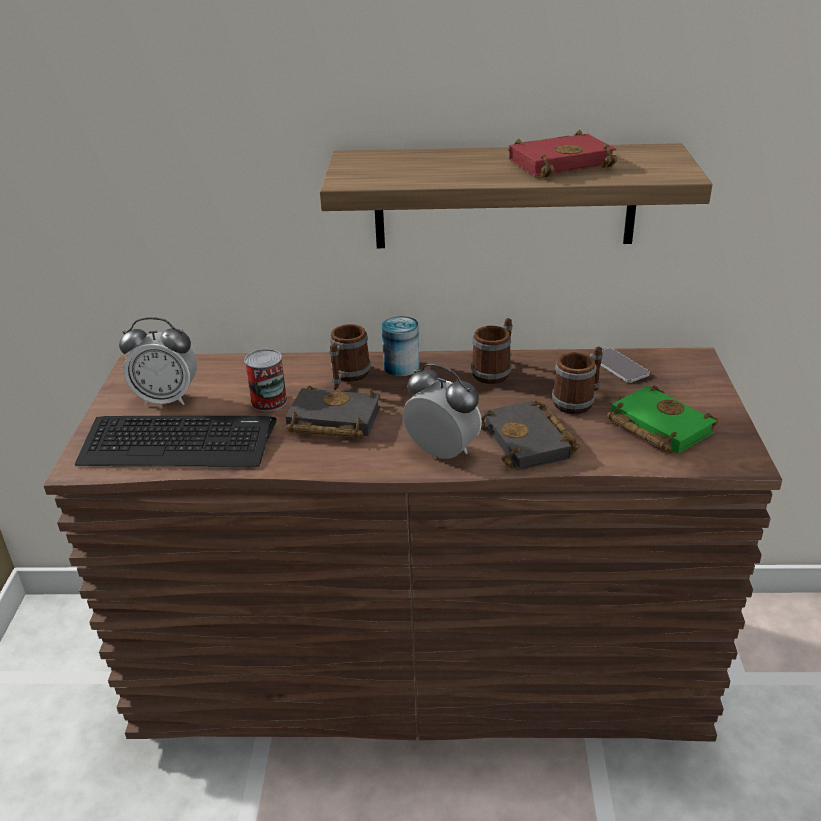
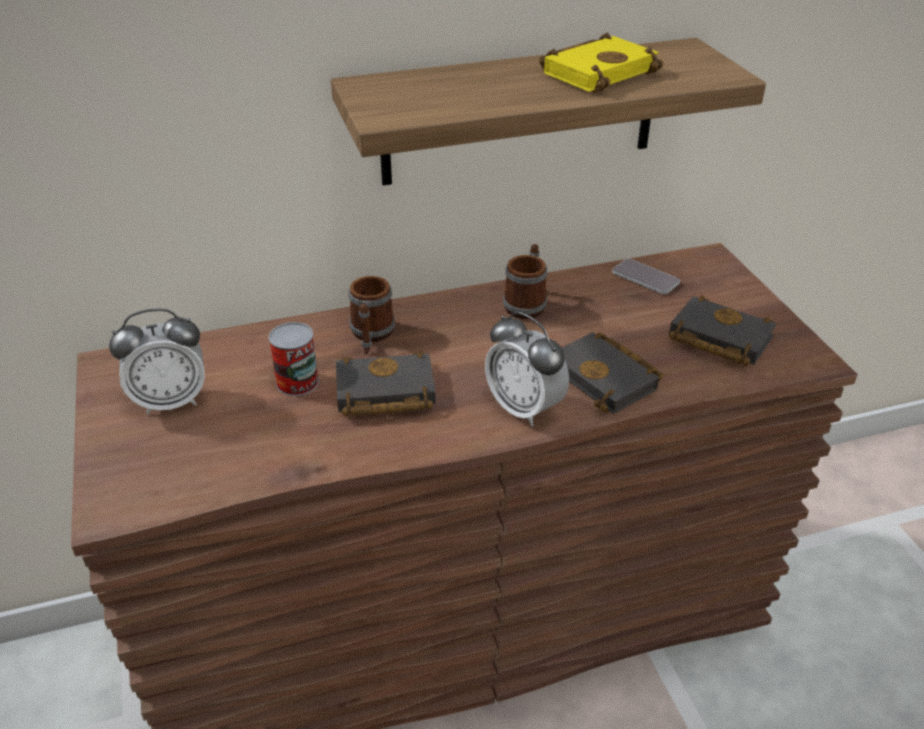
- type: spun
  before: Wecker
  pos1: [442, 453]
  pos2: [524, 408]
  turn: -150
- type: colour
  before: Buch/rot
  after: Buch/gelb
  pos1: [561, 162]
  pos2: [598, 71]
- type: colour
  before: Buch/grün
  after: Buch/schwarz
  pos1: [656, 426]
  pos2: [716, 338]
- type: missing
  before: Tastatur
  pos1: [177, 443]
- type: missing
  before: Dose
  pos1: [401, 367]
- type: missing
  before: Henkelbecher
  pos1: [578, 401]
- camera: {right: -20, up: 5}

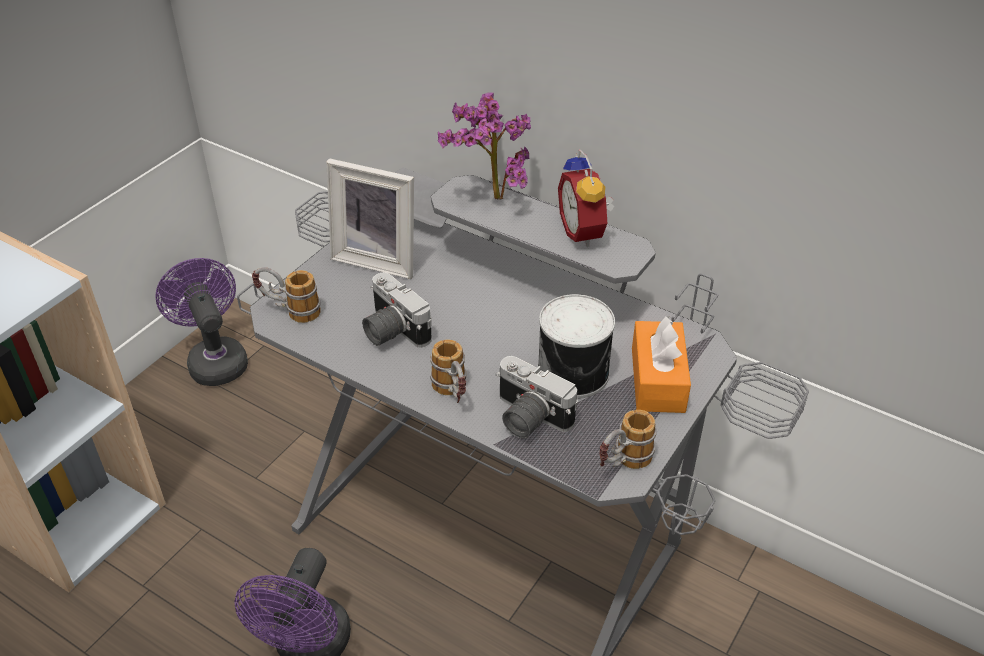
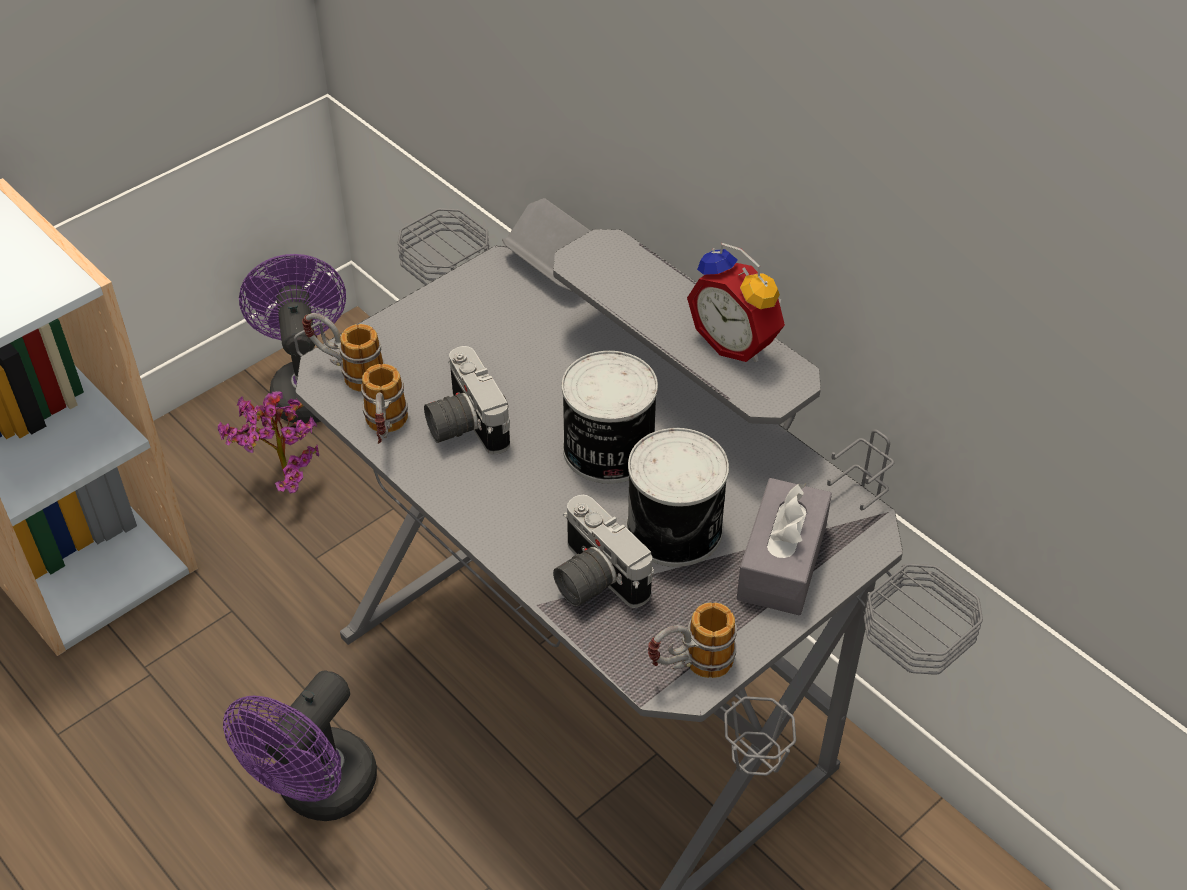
- type: relocated
  before: Topfpflanze
  pos1: [489, 197]
  pos2: [283, 483]
- type: relocated
  before: Henkelbecher
  pos1: [453, 395]
  pos2: [386, 433]
- type: appeared
  after: Dose
  pos2: [607, 450]
- type: spun
  before: Wecker
  pos1: [585, 232]
  pos2: [737, 342]
  turn: -45
- type: colour
  before: Taschentuchbox/orange
  after: Taschentuchbox/grau
  pos1: [657, 380]
  pos2: [782, 562]
- type: missing
  before: Bilderrahmen
  pos1: [378, 258]
- camera: {right: 15, up: 5}

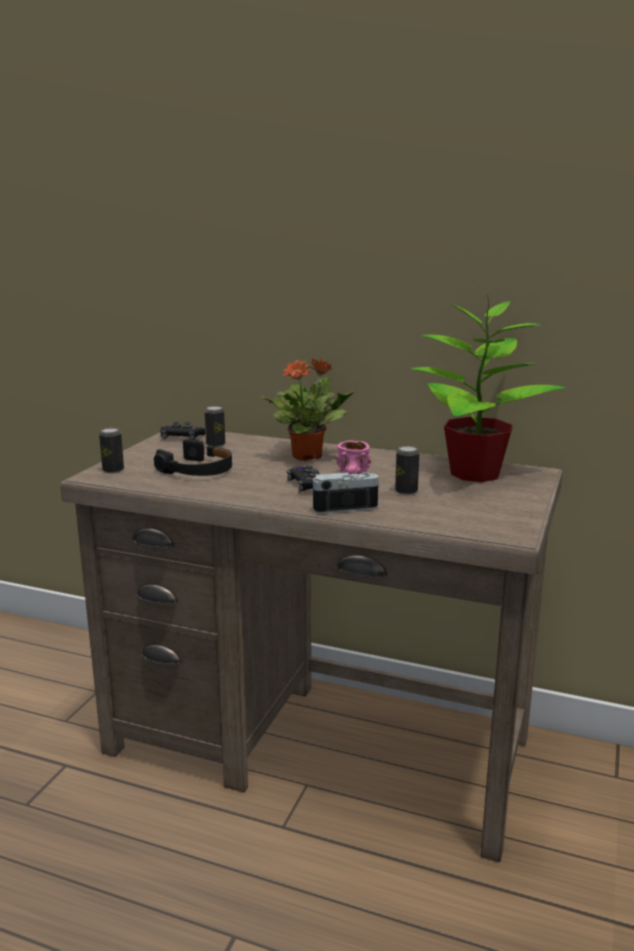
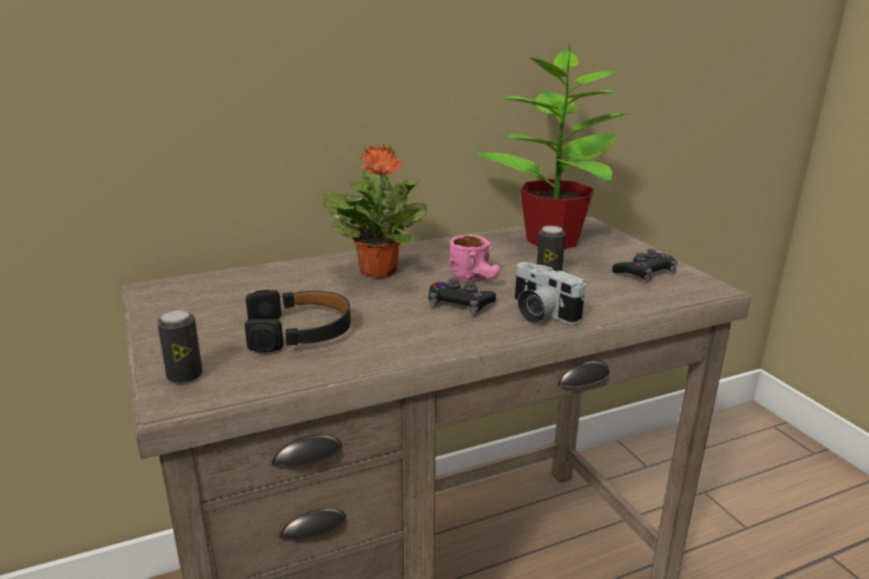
- type: spun
  before: Kamera
  pos1: [343, 506]
  pos2: [540, 313]
  turn: -75
- type: relocated
  before: Gamepad/schwarz
  pos1: [182, 437]
  pos2: [645, 272]
- type: missing
  before: Dose
  pos1: [215, 444]
- camera: {right: -45, up: 5}

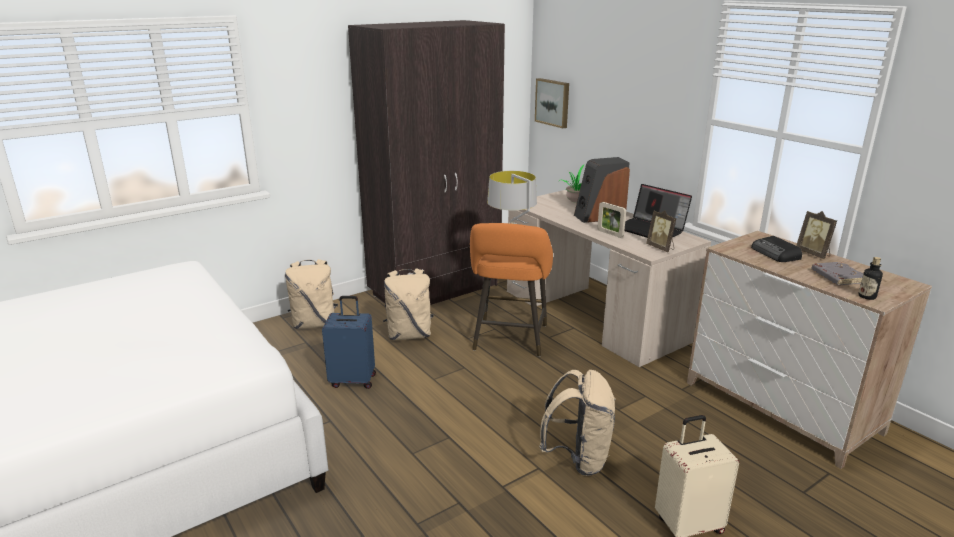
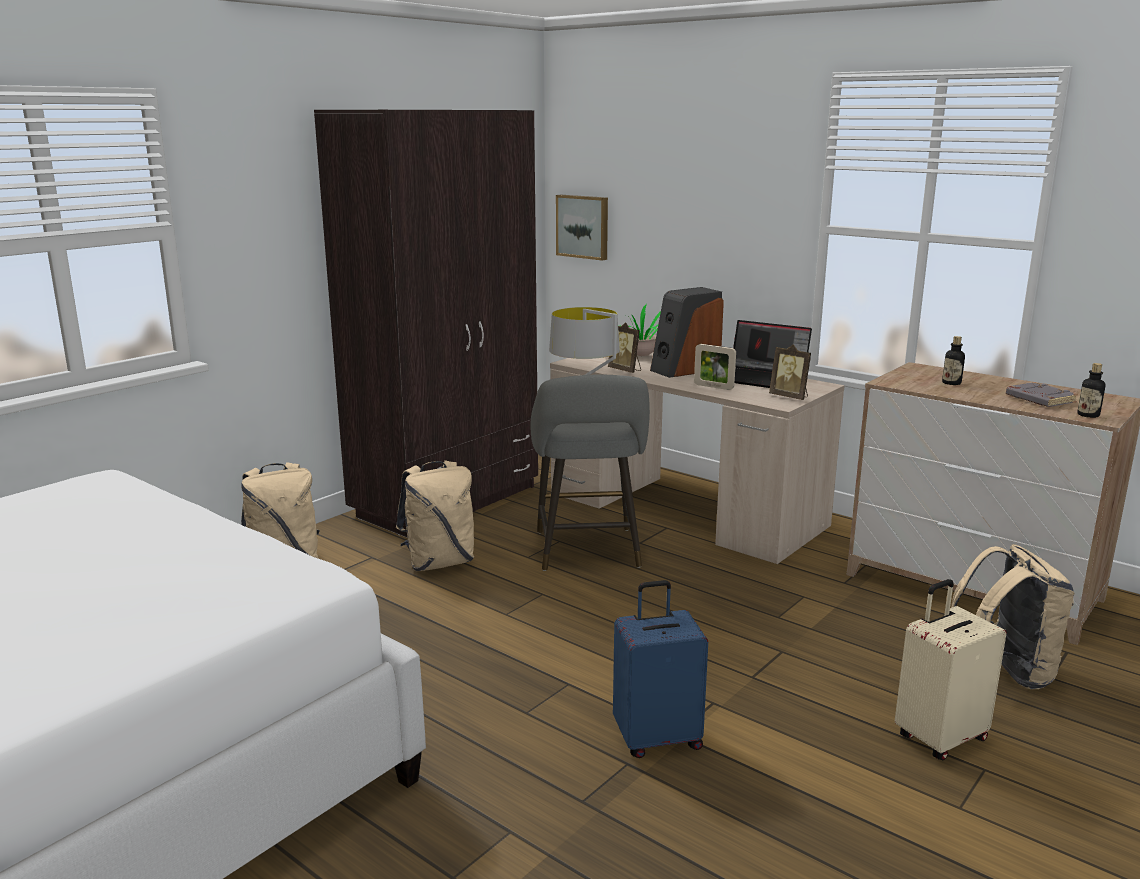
- type: colour
  before: Hocker/orange
  after: Hocker/grau
  pos1: [509, 340]
  pos2: [588, 552]
- type: relocated
  before: Bilderrahmen
  pos1: [813, 254]
  pos2: [625, 370]
- type: relocated
  before: Koffer/blau
  pos1: [353, 380]
  pos2: [657, 738]
- type: exchanged
  before: Radio
  after: Flasche
  pos1: [776, 254]
  pos2: [951, 383]
- type: relocated
  before: Rucksack/beige
  pos1: [578, 458]
  pos2: [1005, 672]
- camera: {right: -15, up: -5}

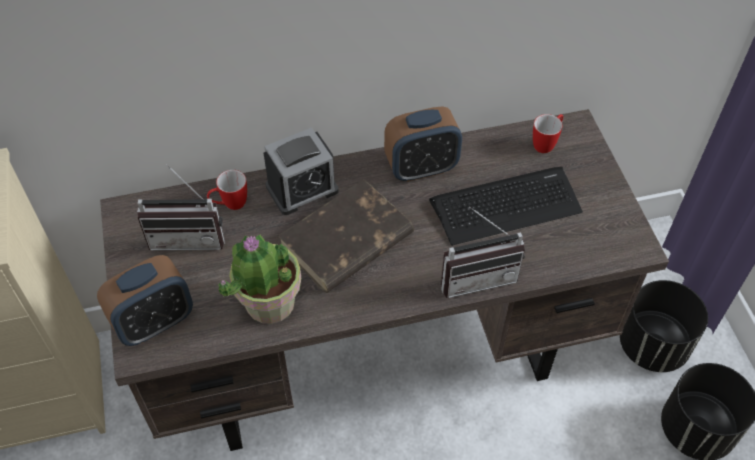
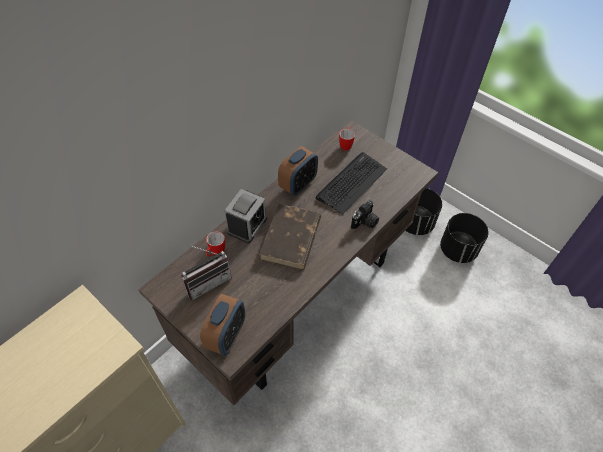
- type: exchanged
  before: Radio
  after: Kamera
  pos1: [477, 276]
  pos2: [365, 222]
- type: missing
  before: Topfpflanze
  pos1: [269, 303]
- camera: {right: -35, up: 0}

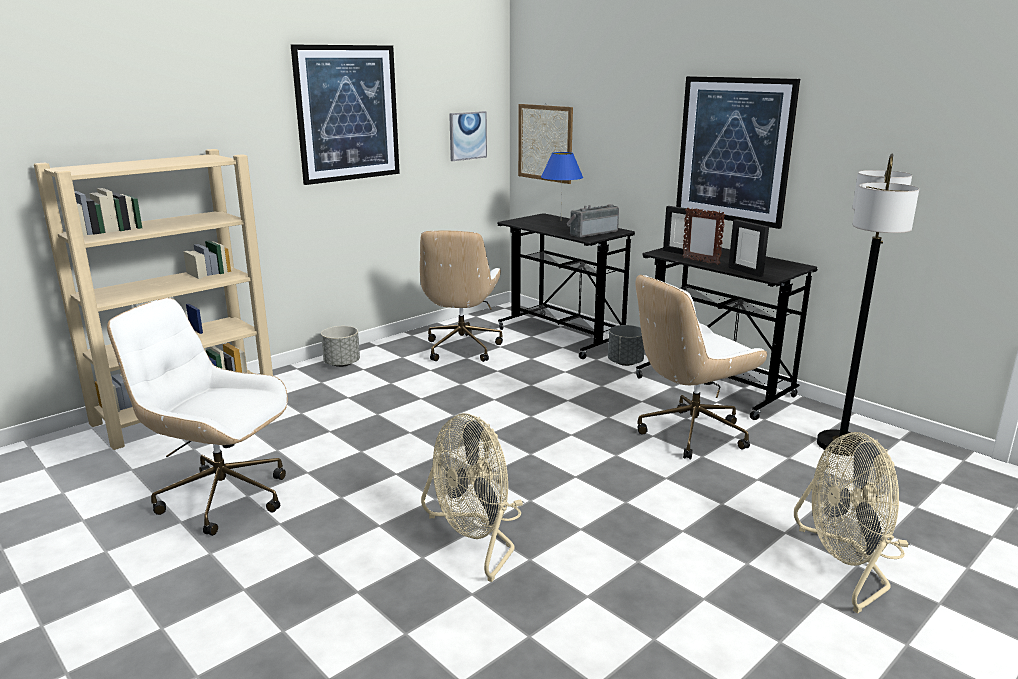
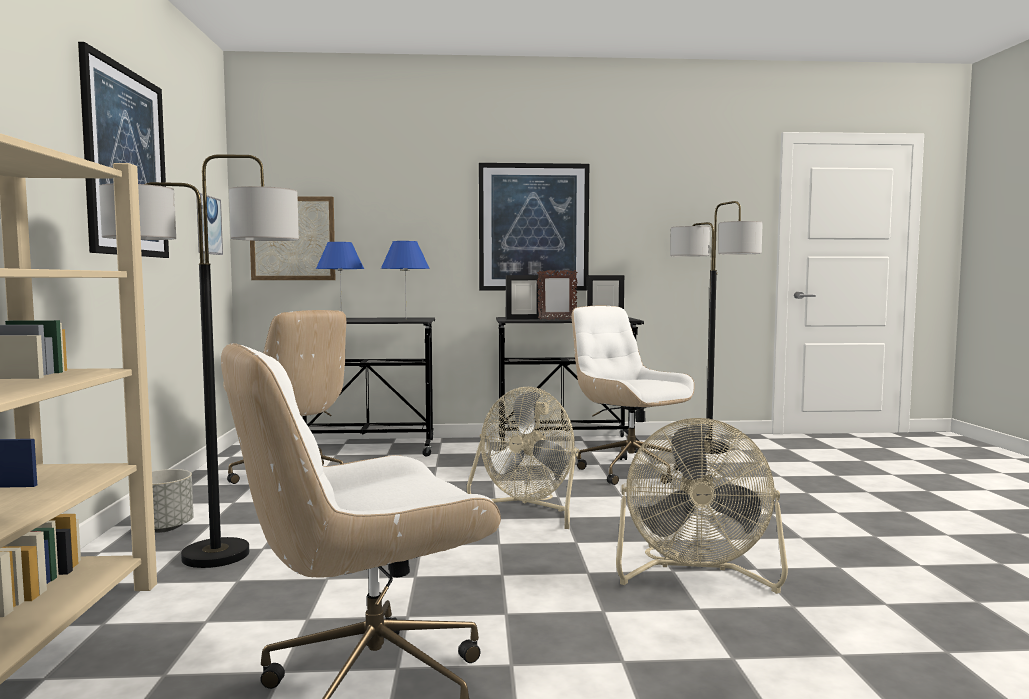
- type: appeared
  after: Stehlampe
  pos2: [215, 555]
- type: exchanged
  before: Radio
  after: Tischlampe/blau
  pos1: [592, 233]
  pos2: [405, 319]
- type: relocated
  before: Ventilator/beige
  pos1: [850, 564]
  pos2: [529, 510]
- type: spun
  before: Bürostuhl/weiß
  pos1: [689, 435]
  pos2: [628, 471]
  turn: 135
- type: missing
  before: Pflanzkübel/grau
  pos1: [625, 363]
- camera: {right: -50, up: -15}

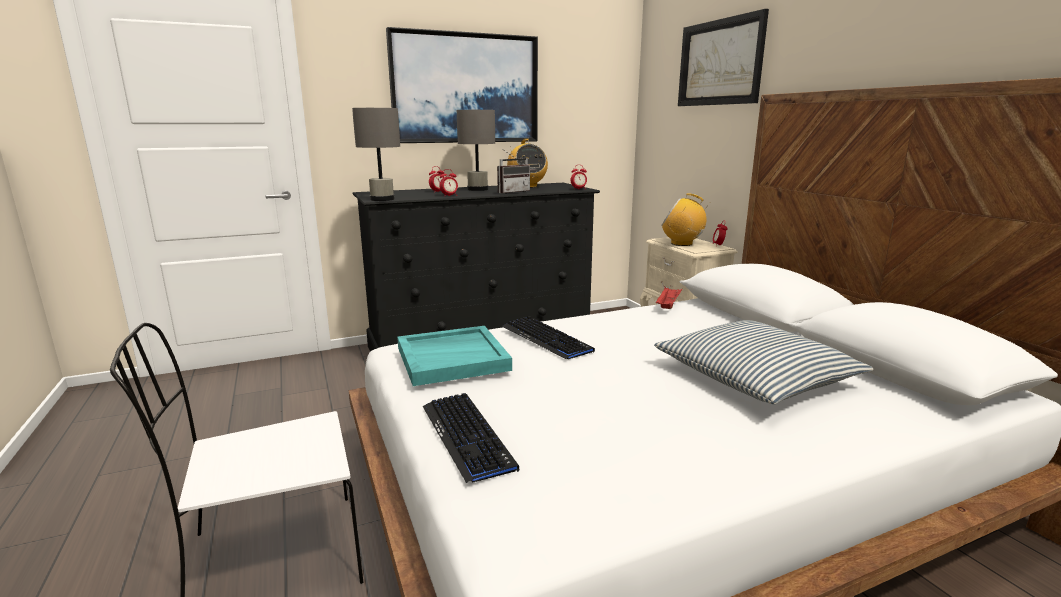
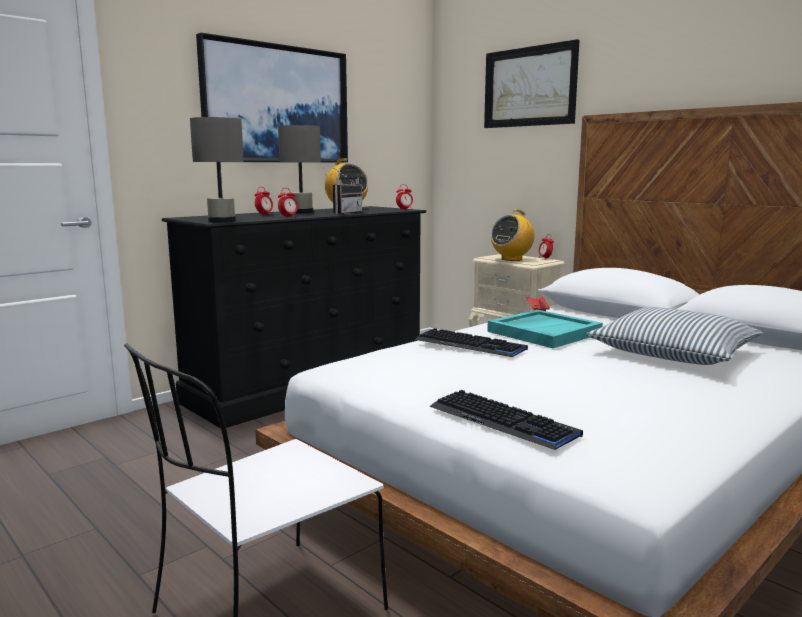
- type: relocated
  before: Tablett/türkis
  pos1: [453, 358]
  pos2: [544, 332]
- type: spun
  before: Radio
  pos1: [682, 243]
  pos2: [511, 259]
  turn: -45
- camera: {right: -20, up: -5}

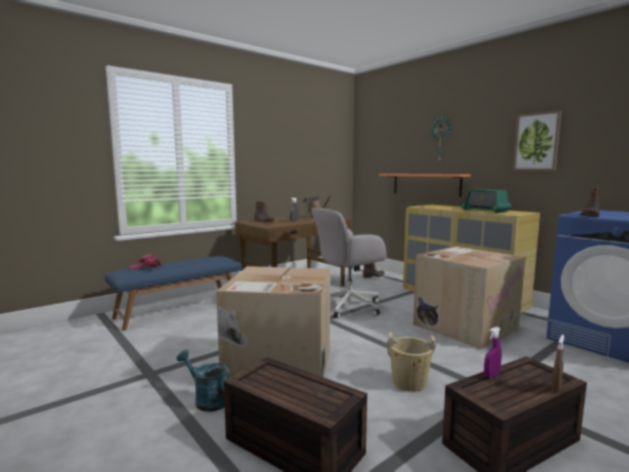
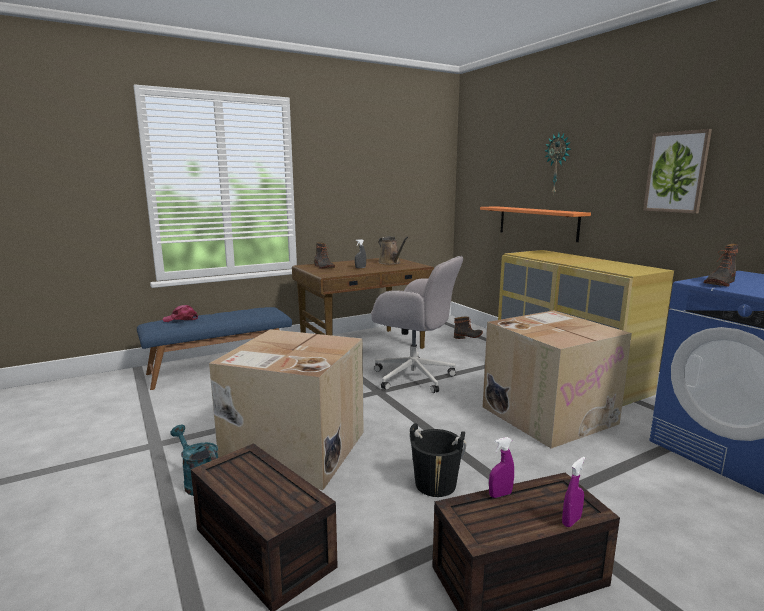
- type: spun
  before: Bürostuhl/grau
  pos1: [348, 307]
  pos2: [414, 377]
  turn: -135
- type: colour
  before: Eimer/beige
  after: Eimer/schwarz
  pos1: [409, 382]
  pos2: [435, 484]
- type: colour
  before: Sprühflasche/braun
  after: Sprühflasche/lila
  pos1: [556, 388]
  pos2: [571, 521]
- type: missing
  before: Radio
  pos1: [484, 210]
- camera: {right: 10, up: 5}

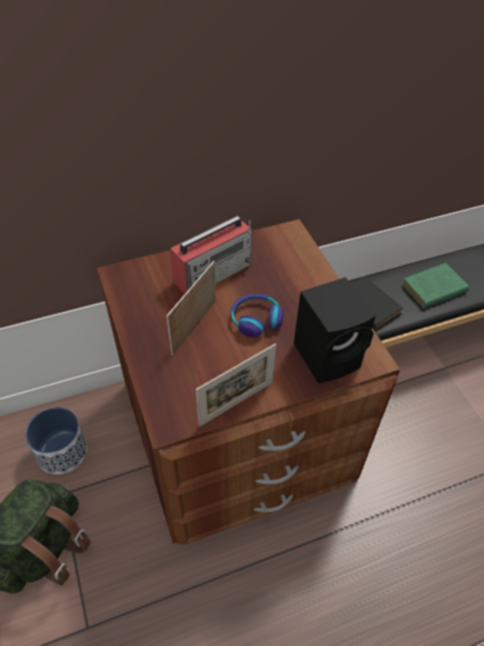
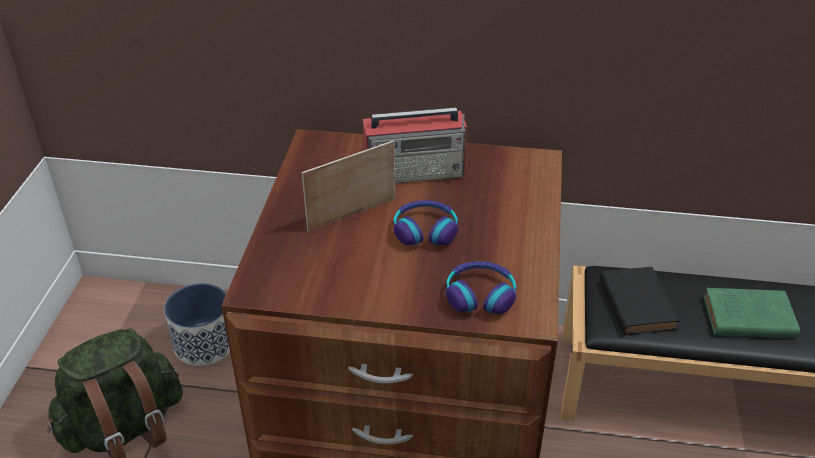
- type: exchanged
  before: Lautsprecher/schwarz
  after: Kopfhörer
  pos1: [329, 356]
  pos2: [480, 295]
- type: missing
  before: Bilderrahmen
  pos1: [236, 403]
- camera: {right: 30, up: -10}

